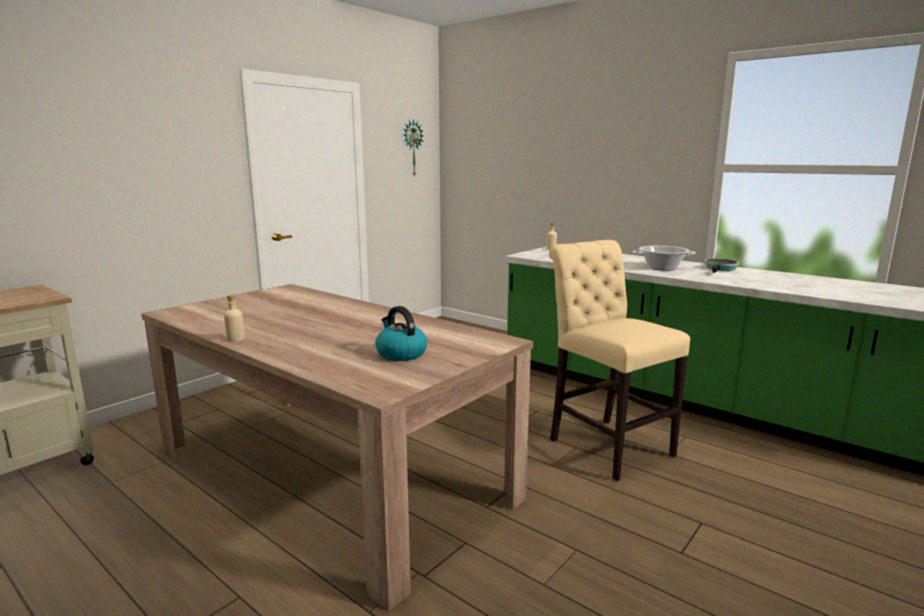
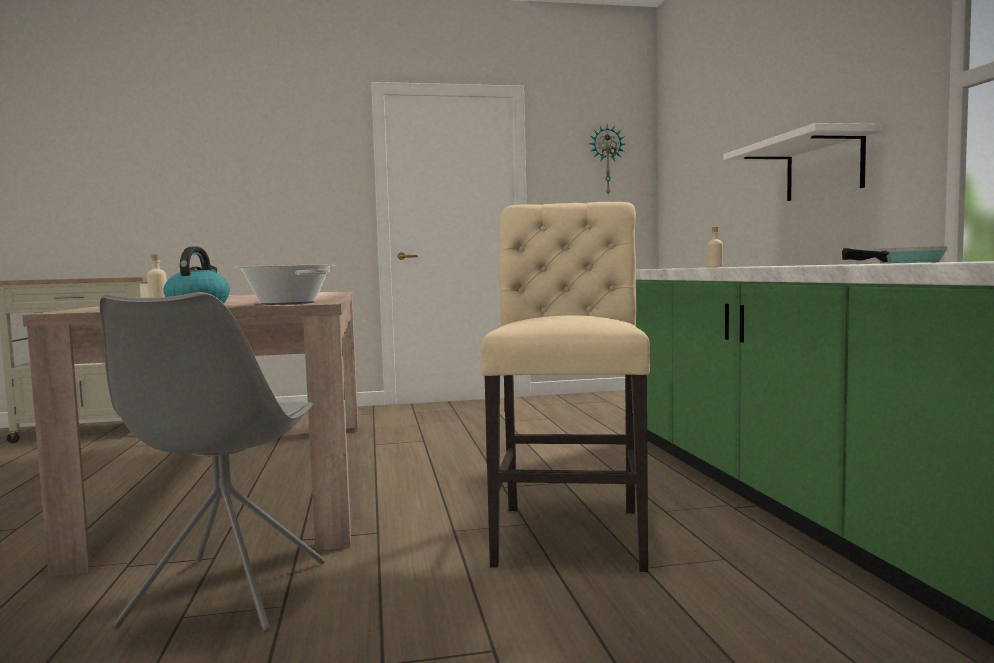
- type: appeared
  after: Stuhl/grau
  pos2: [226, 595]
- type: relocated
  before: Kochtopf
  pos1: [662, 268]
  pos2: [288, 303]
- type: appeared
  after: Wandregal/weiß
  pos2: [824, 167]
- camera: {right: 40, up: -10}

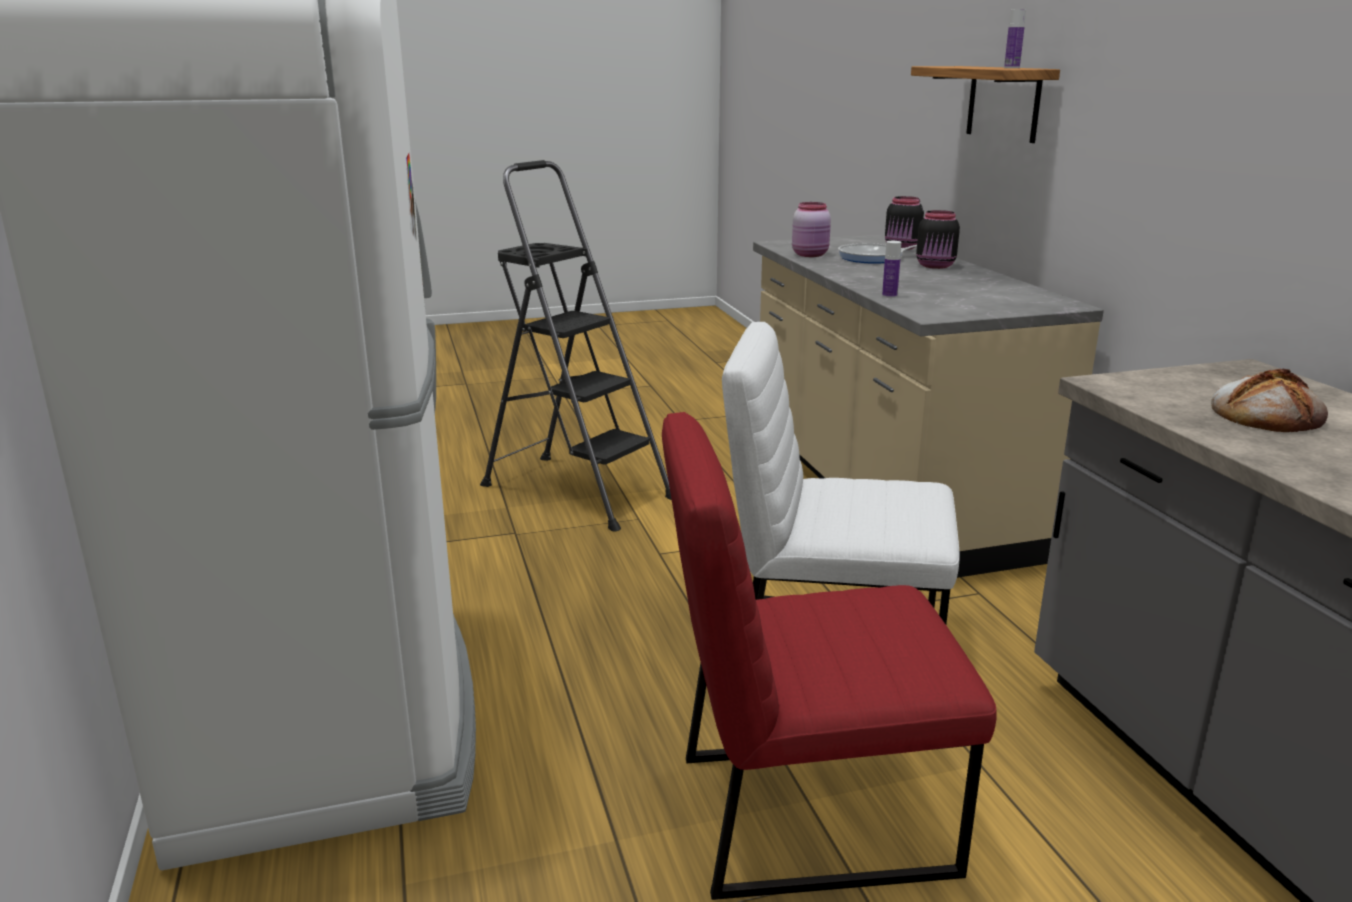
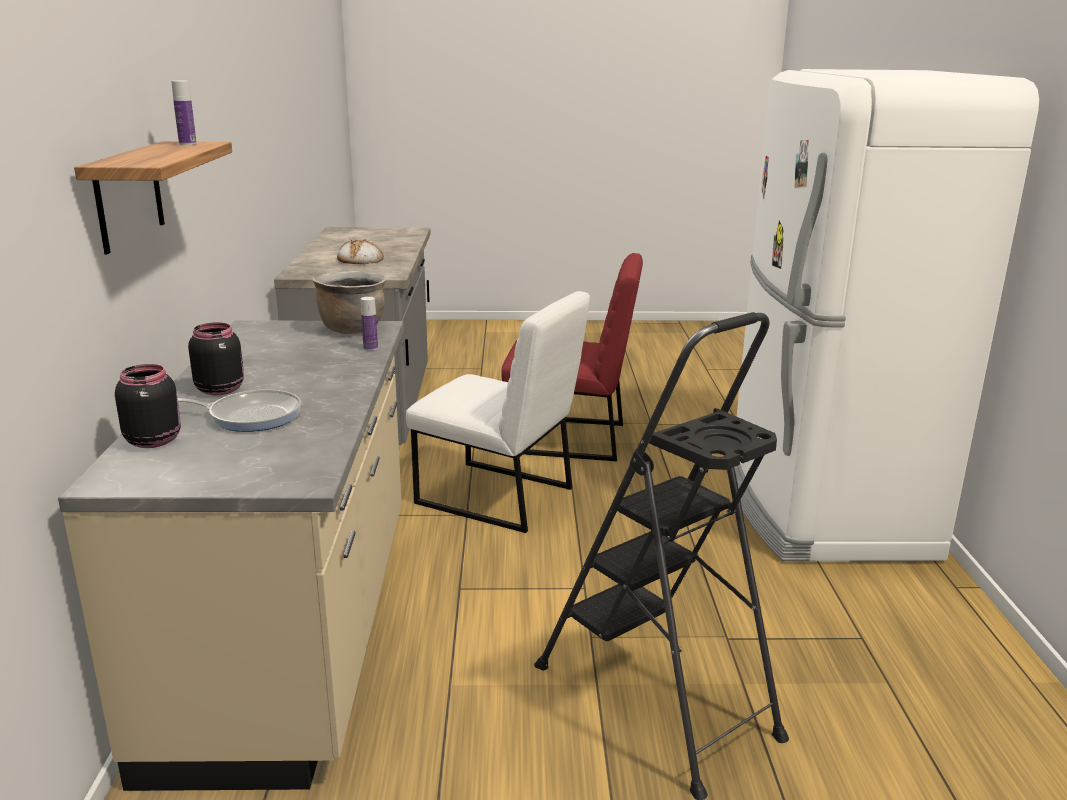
- type: appeared
  after: Kochtopf/braun
  pos2: [352, 329]
- type: missing
  before: Vorratsglas/rosa
  pos1: [811, 255]
- camera: {right: -165, up: 0}

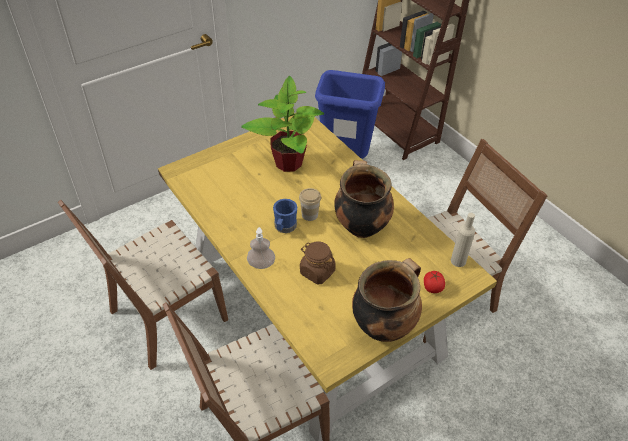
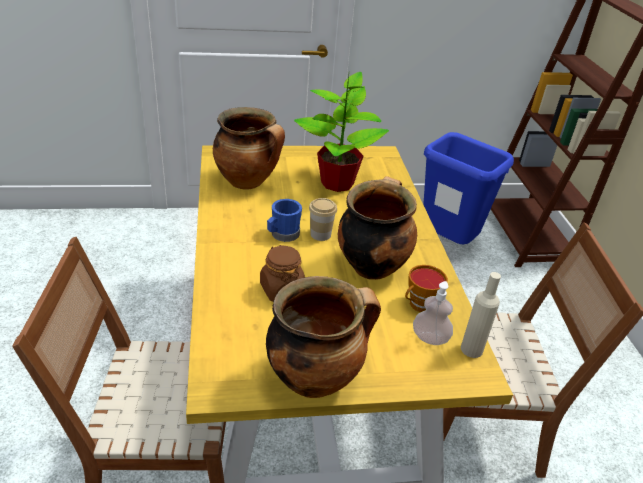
- type: appeared
  after: Kochtopf
  pos2: [248, 182]
- type: appeared
  after: Tasse
  pos2: [419, 305]
- type: relocated
  before: Seifenspender
  pos1: [261, 264]
  pos2: [430, 338]
- type: missing
  before: Stuhl
  pos1: [164, 319]
- type: missing
  before: Tomate
  pos1: [432, 287]
- camera: {right: 25, up: -10}

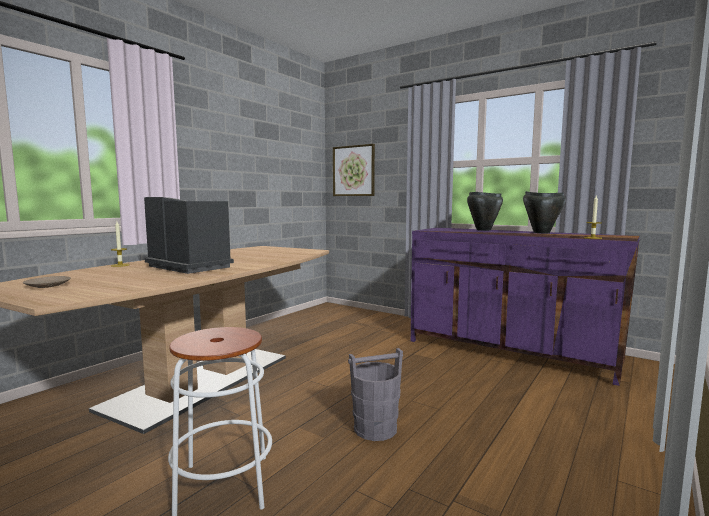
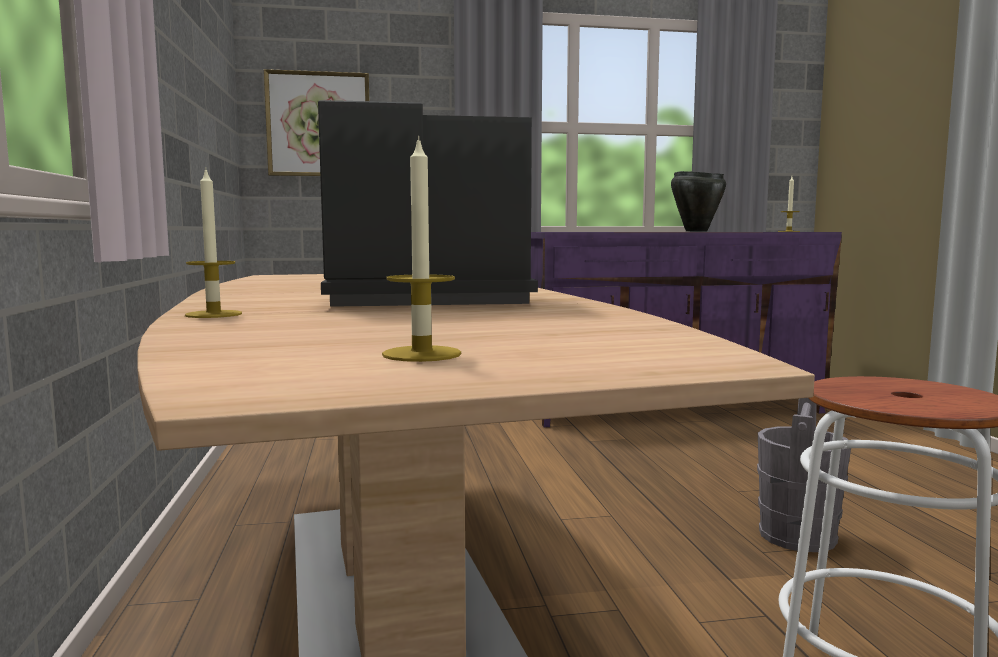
- type: exchanged
  before: Teller/beige
  after: Kerze
  pos1: [48, 286]
  pos2: [421, 354]
- type: missing
  before: Kochtopf/schwarz
  pos1: [483, 230]
- camera: {right: -45, up: 0}

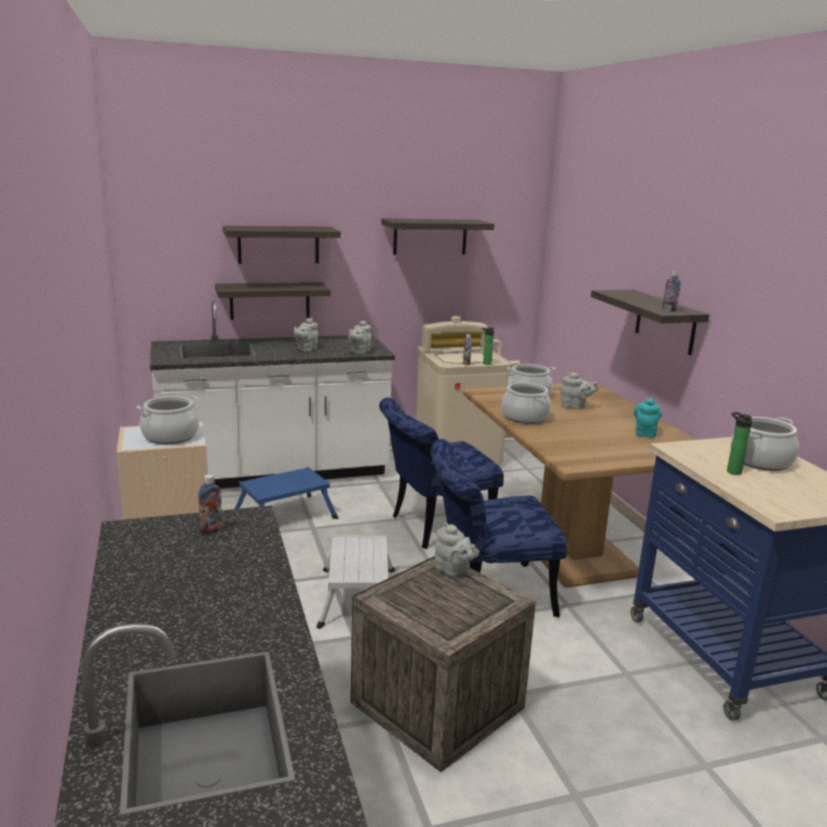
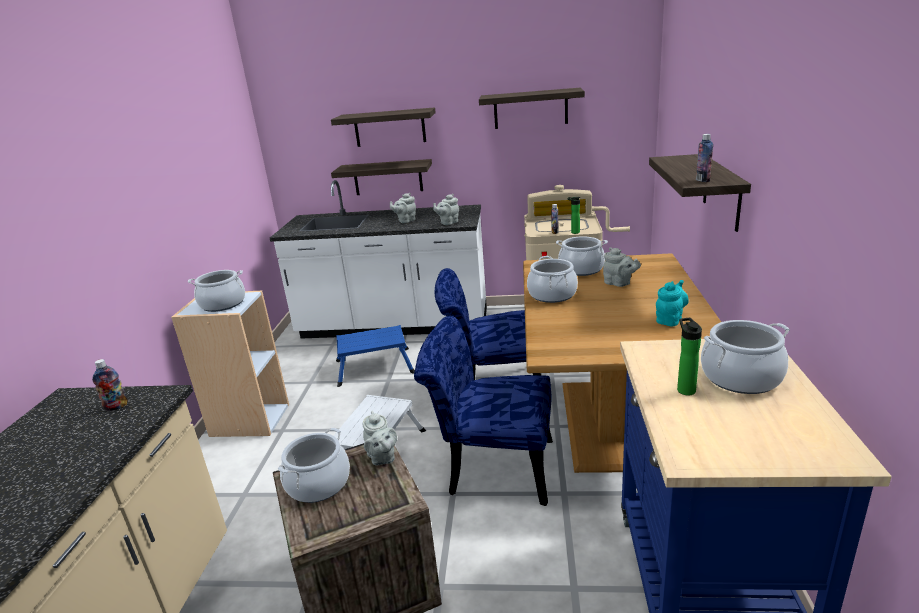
- type: appeared
  after: Kochtopf
  pos2: [318, 483]
- camera: {right: 25, up: 5}

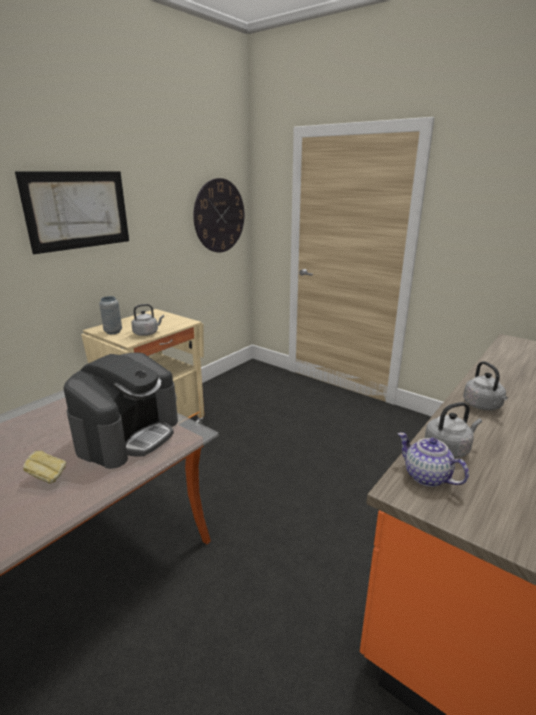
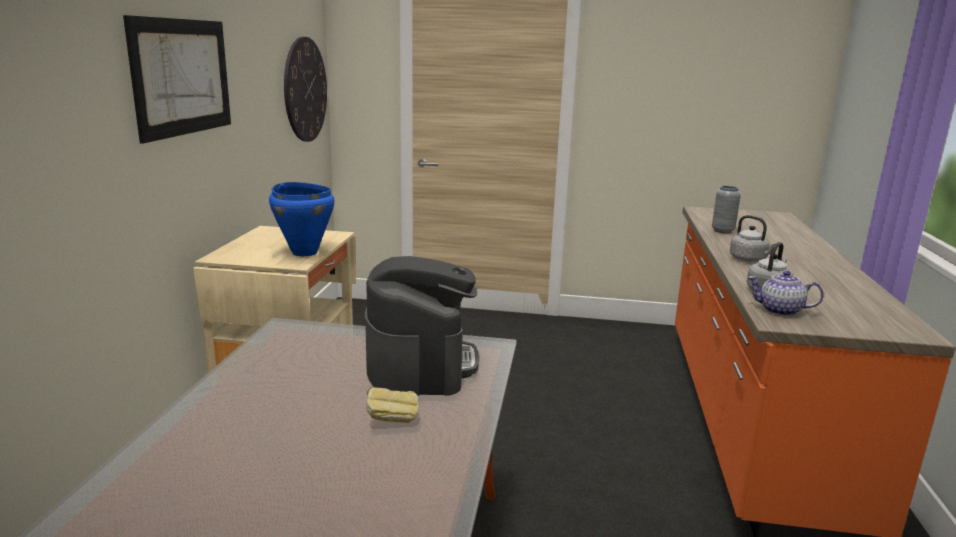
- type: exchanged
  before: Wasserkessel/grau
  after: Kochtopf/blau
  pos1: [147, 333]
  pos2: [304, 252]
- type: relocated
  before: Vase/grau
  pos1: [113, 332]
  pos2: [722, 231]
- camera: {right: -30, up: -5}

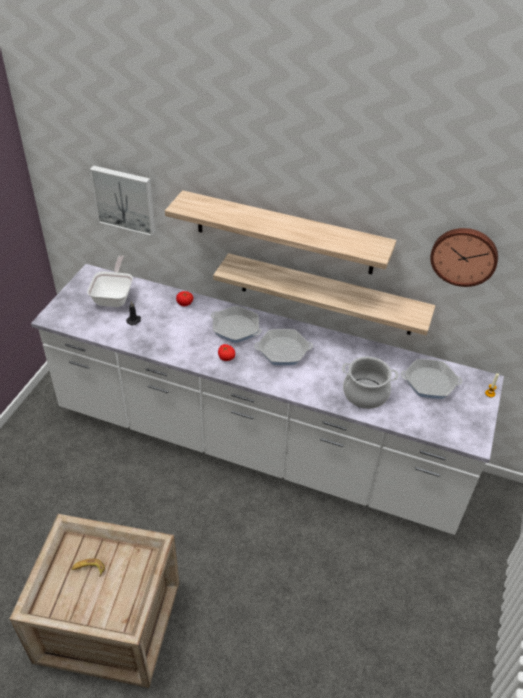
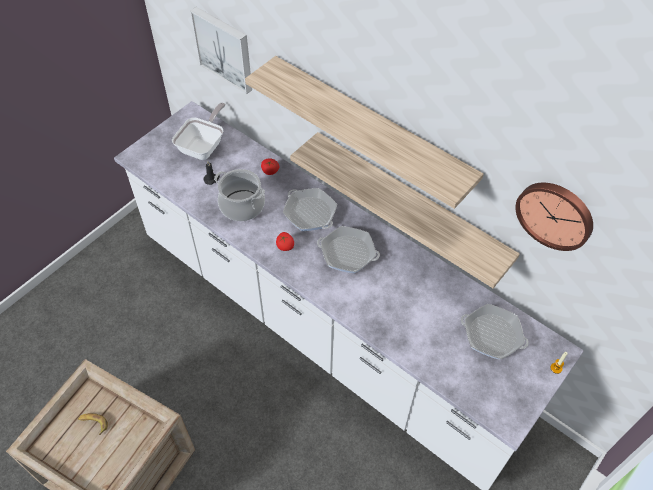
- type: relocated
  before: Kochtopf
  pos1: [365, 393]
  pos2: [242, 205]
- camera: {right: 20, up: 10}

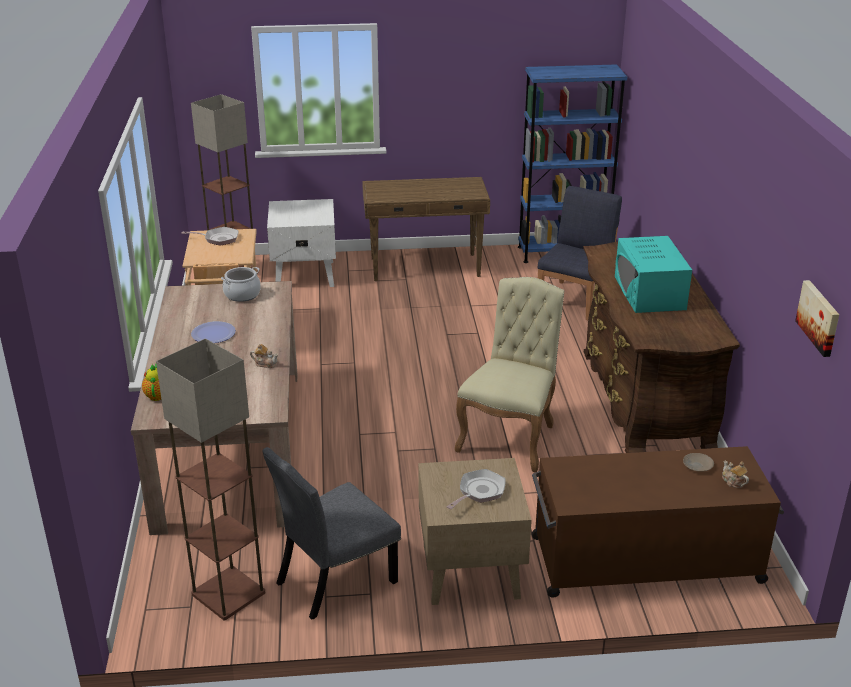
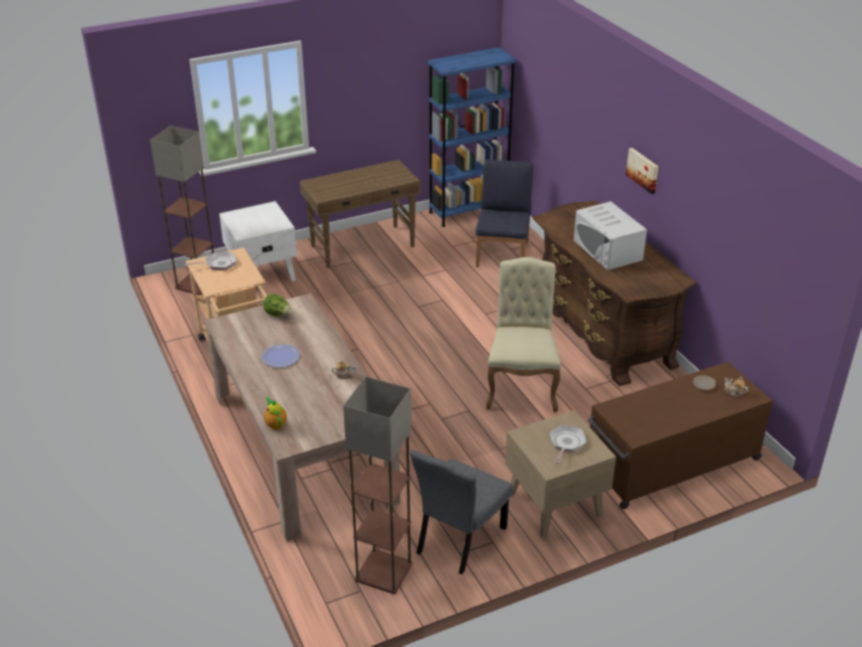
- type: exchanged
  before: Kochtopf
  after: Salatkopf
  pos1: [242, 294]
  pos2: [278, 315]
- type: colour
  before: Mikrowelle/türkis
  after: Mikrowelle/weiß
  pos1: [649, 293]
  pos2: [607, 250]
- type: relocated
  before: Bild
  pos1: [819, 317]
  pos2: [643, 170]
- camera: {right: -20, up: 5}

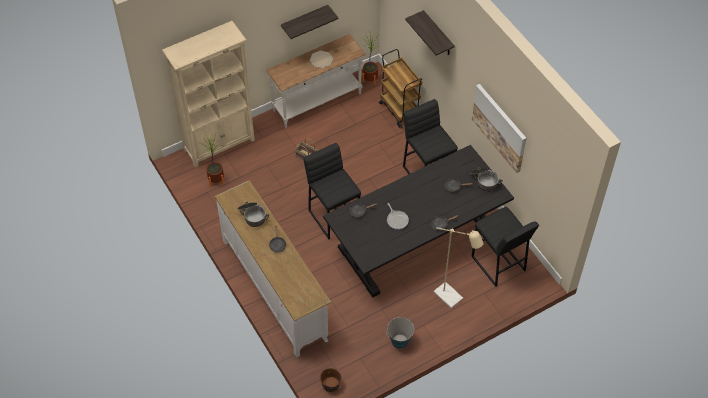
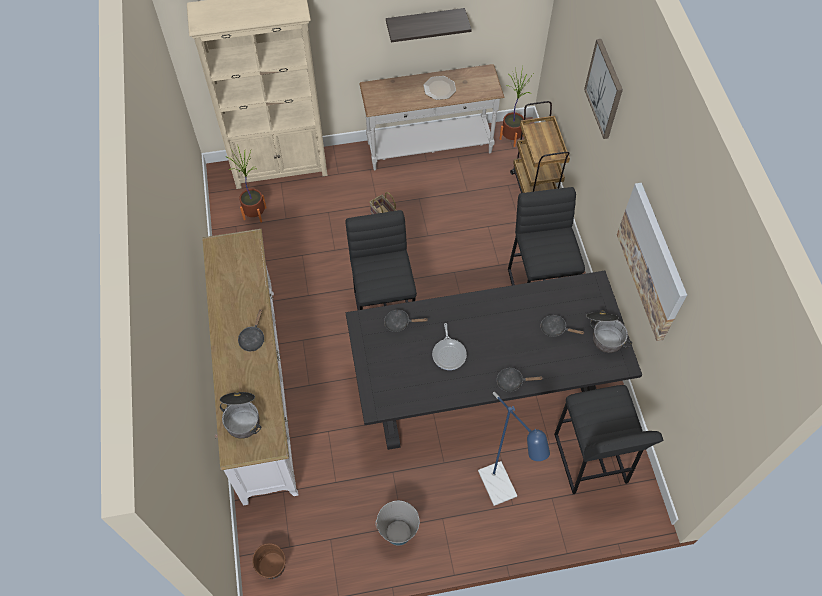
- type: relocated
  before: Kochtopf
  pos1: [252, 216]
  pos2: [242, 416]
- type: colour
  before: Stehlampe/beige
  after: Stehlampe/blau
  pos1: [452, 298]
  pos2: [501, 491]
- type: exchanged
  before: Wandregal
  after: Bild
  pos1: [438, 34]
  pos2: [604, 89]
- camera: {right: 20, up: 5}

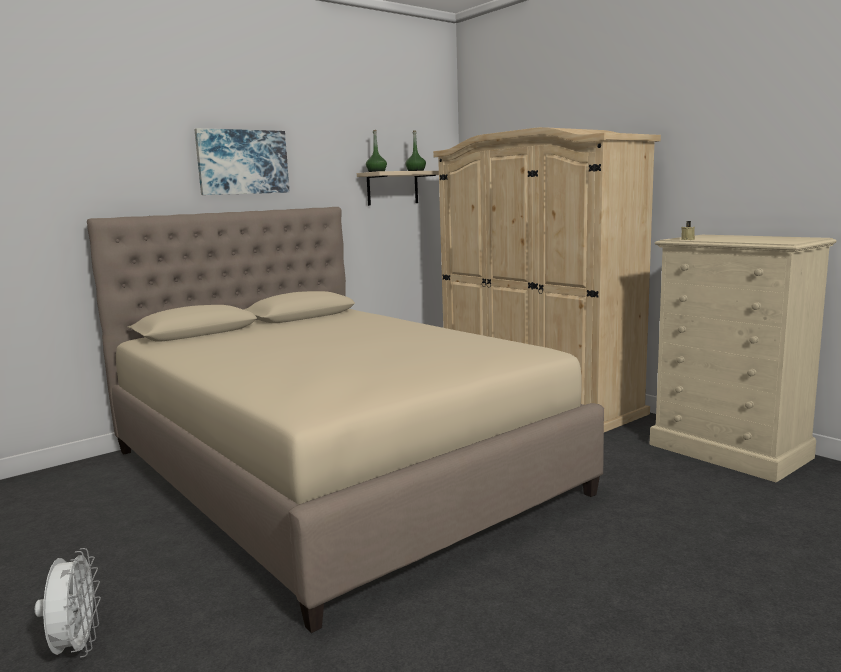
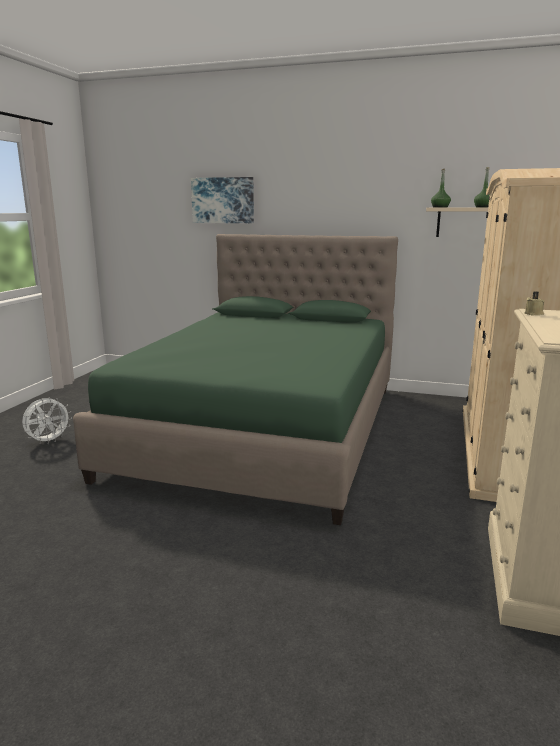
- type: colour
  before: Bett/beige
  after: Bett/grün
  pos1: [333, 470]
  pos2: [266, 428]
- type: relocated
  before: Bild
  pos1: [242, 162]
  pos2: [223, 200]
- camera: {right: 55, up: 5}

